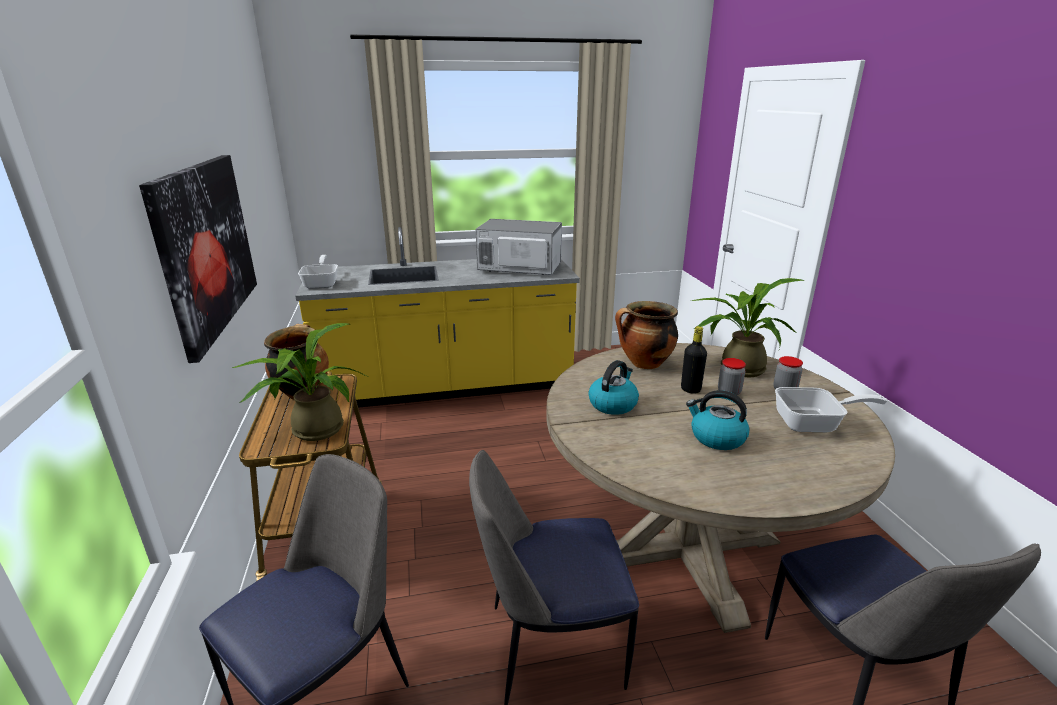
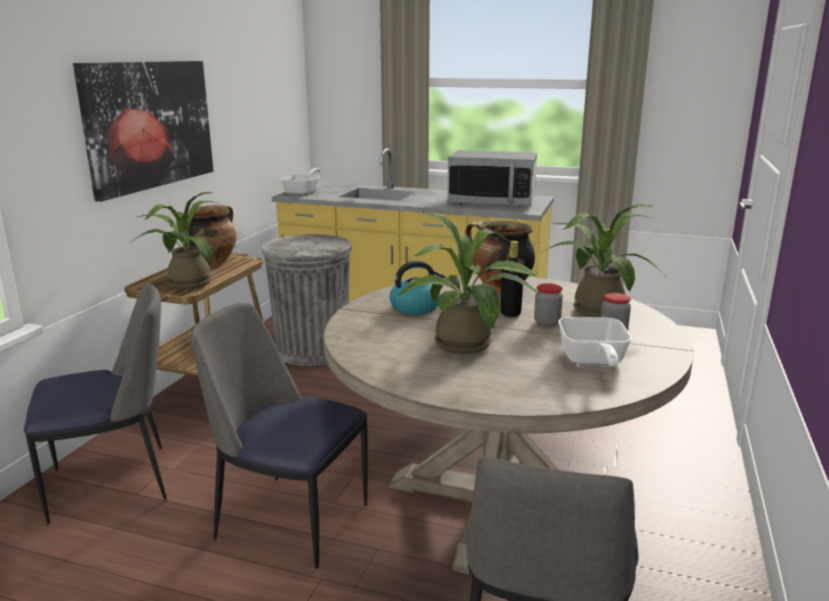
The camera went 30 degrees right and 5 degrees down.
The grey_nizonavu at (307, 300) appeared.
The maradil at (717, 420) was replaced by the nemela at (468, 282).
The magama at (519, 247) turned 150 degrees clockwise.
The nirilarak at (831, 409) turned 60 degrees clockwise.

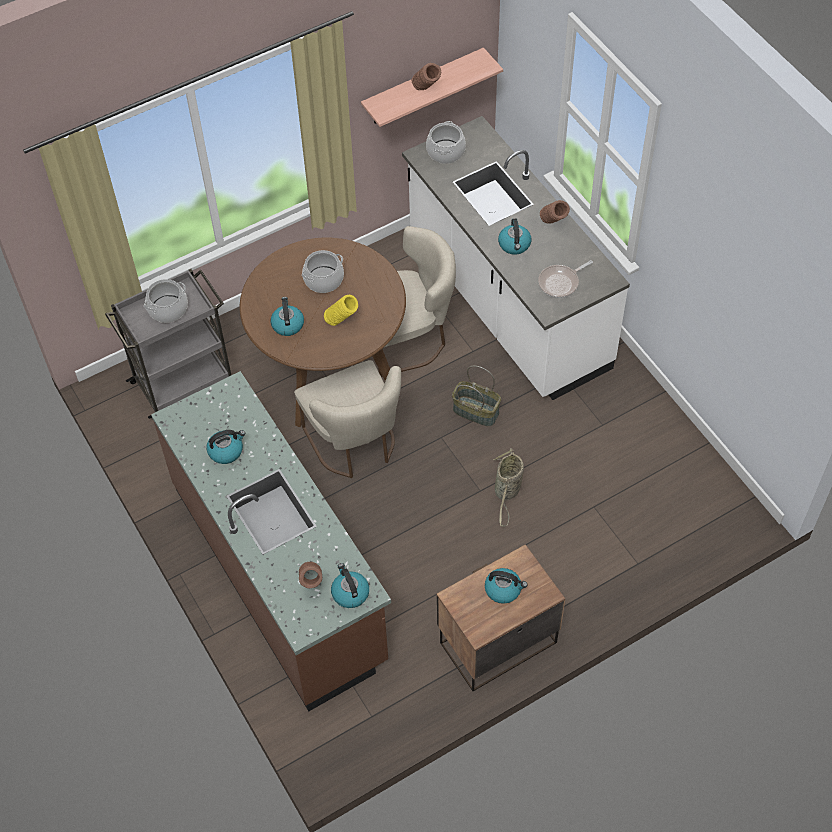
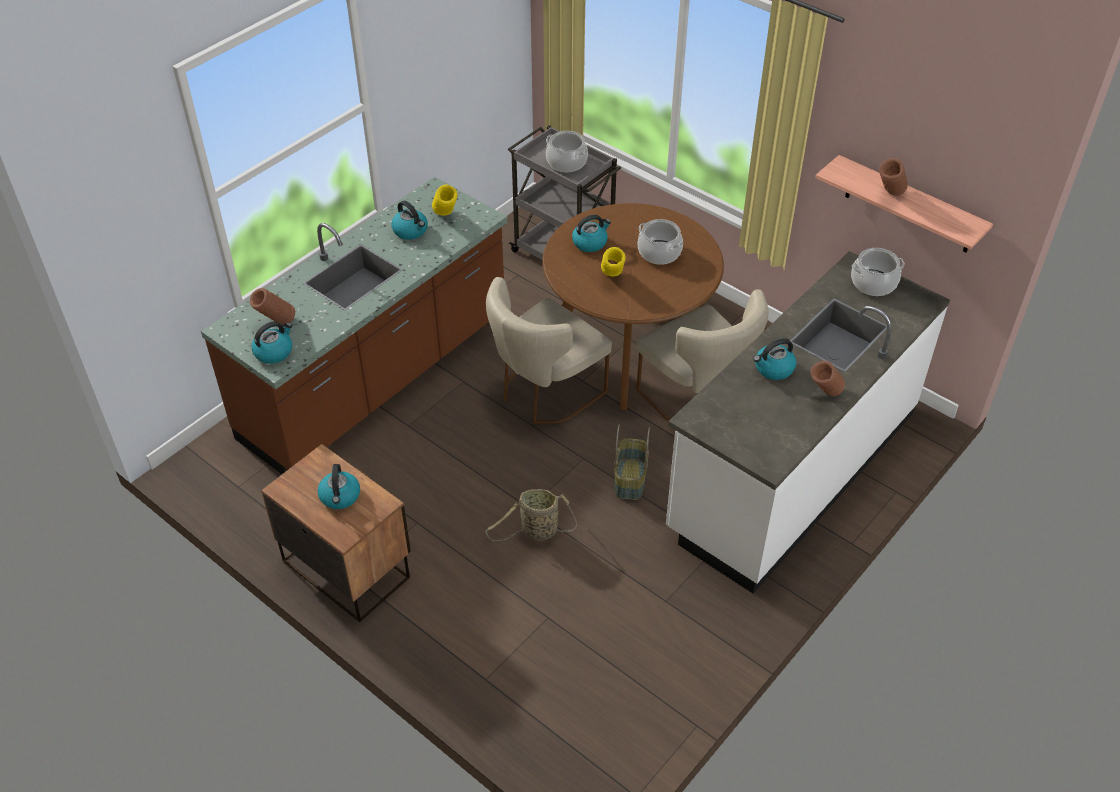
The camera went 70 degrees right and 10 degrees down.
The nirilarak at (565, 279) disappeared.
The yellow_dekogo at (444, 200) appeared.

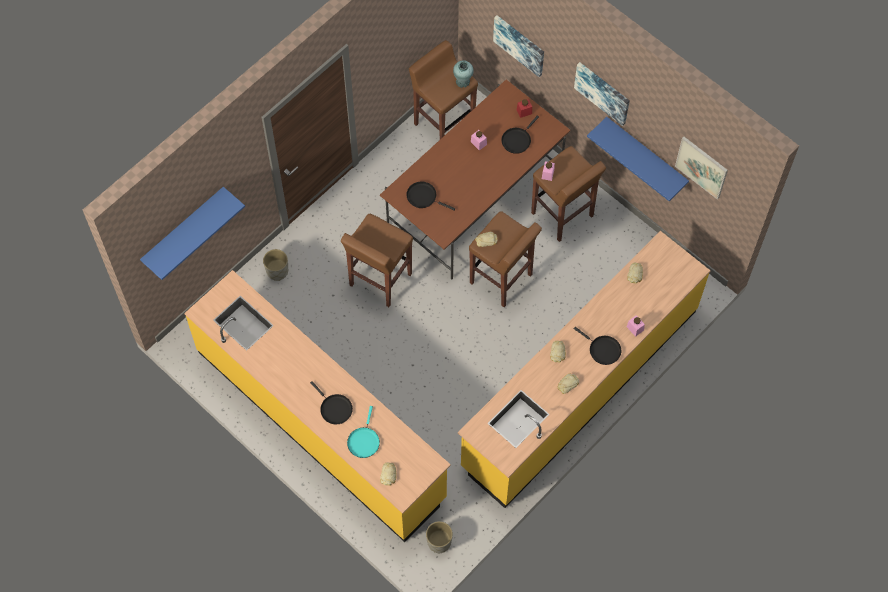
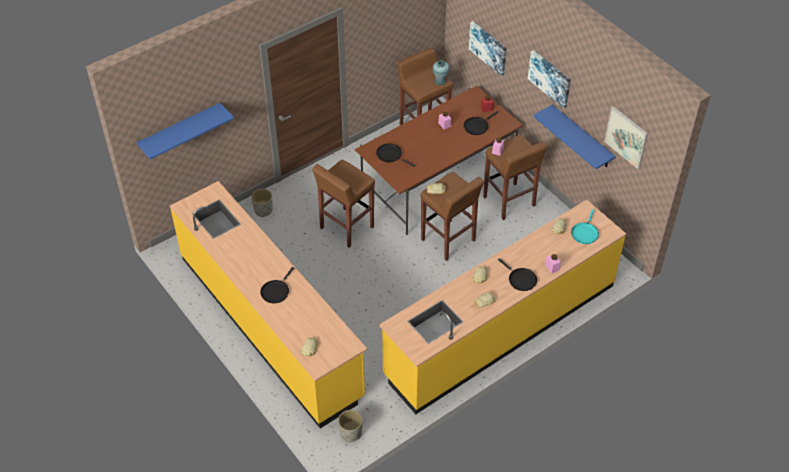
The camera went 10 degrees right and 15 degrees down.
The turquoise_nirilarak moved from (363, 432) to (585, 226).
The black_nirilarak at (331, 402) turned 60 degrees clockwise.

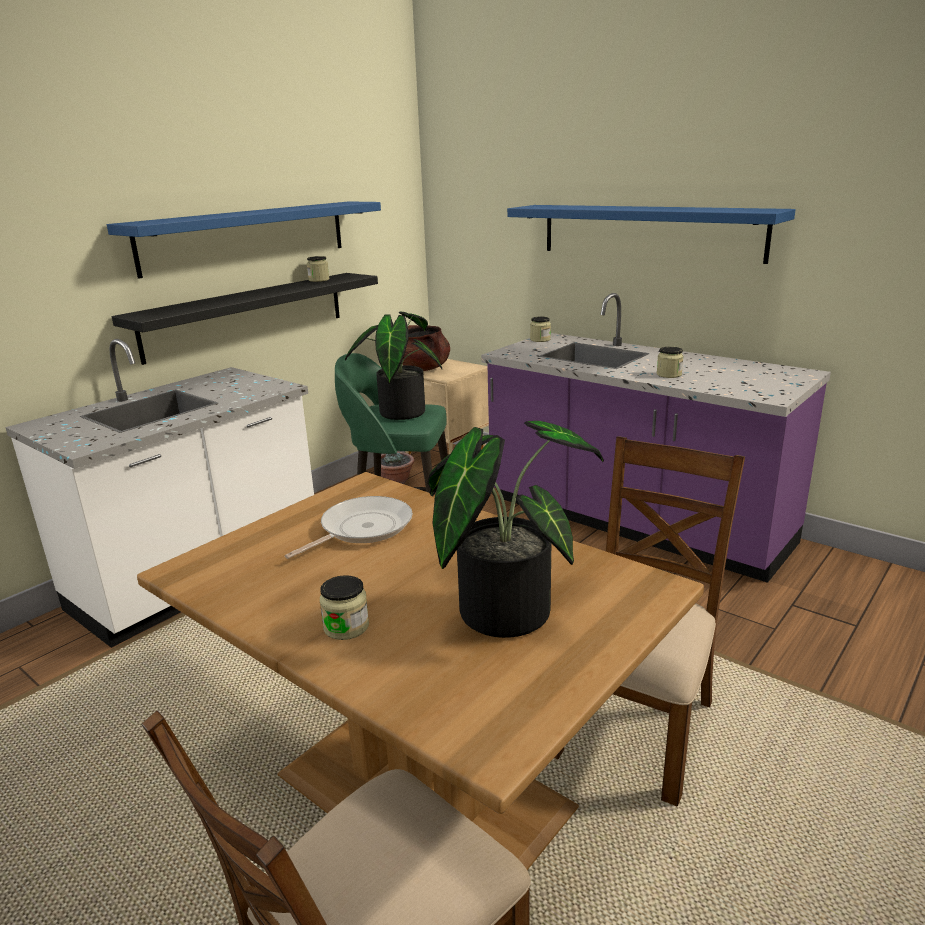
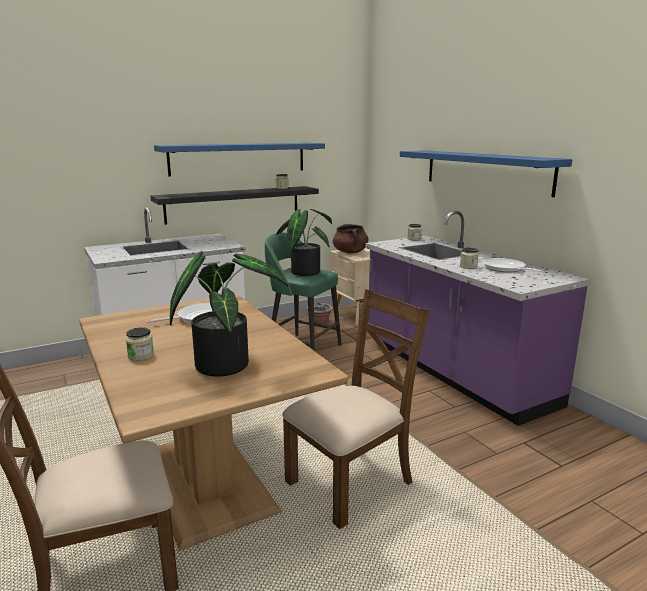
The camera went 20 degrees right and 5 degrees down.
The nirilarak at (512, 265) appeared.

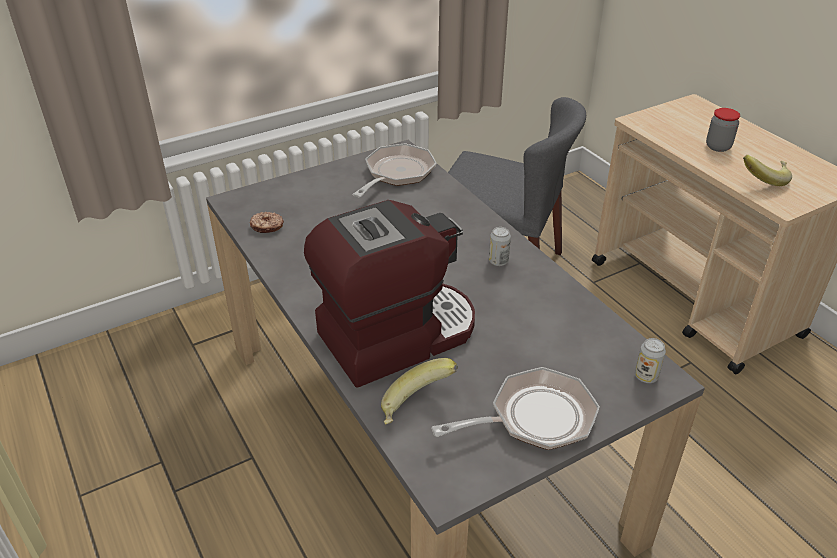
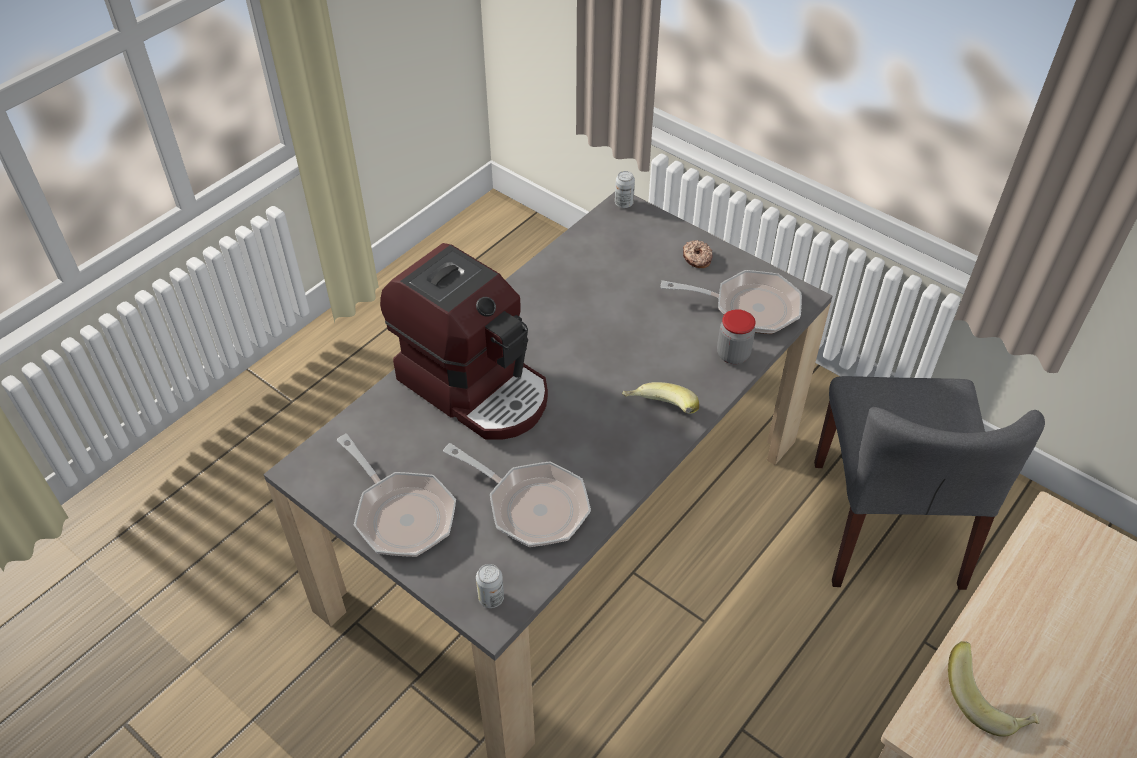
The camera went 70 degrees right and 10 degrees up.
The nirilarak at (517, 495) appeared.
The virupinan moved from (266, 222) to (698, 254).
The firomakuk moved from (419, 391) to (660, 398).
The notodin moved from (500, 246) to (625, 189).
The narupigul moved from (723, 130) to (736, 336).

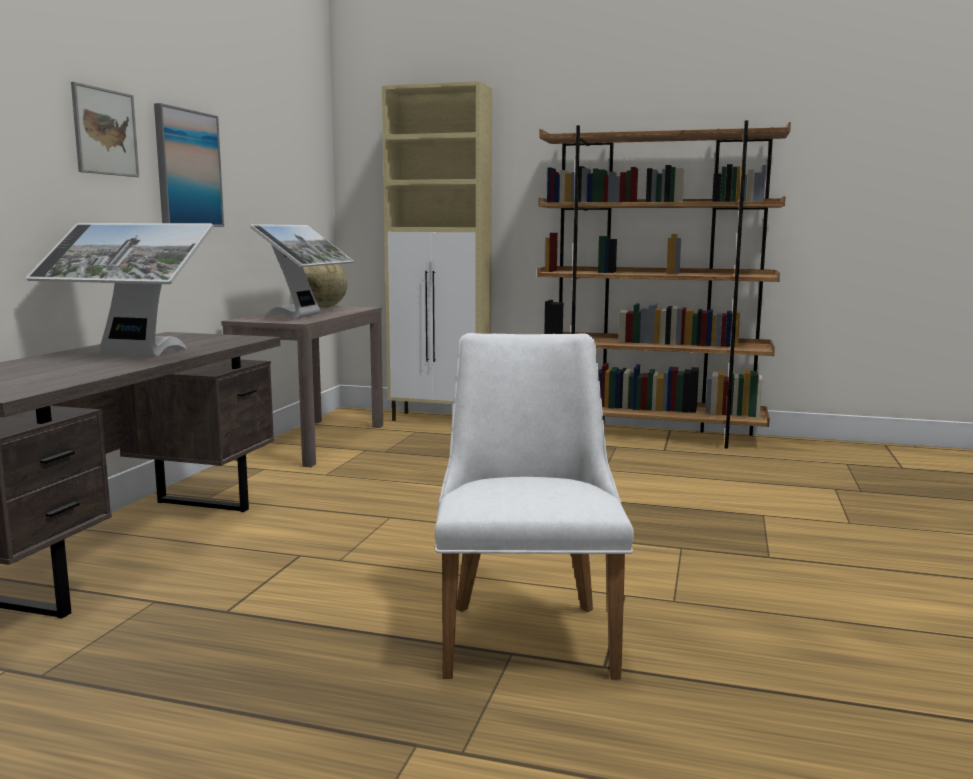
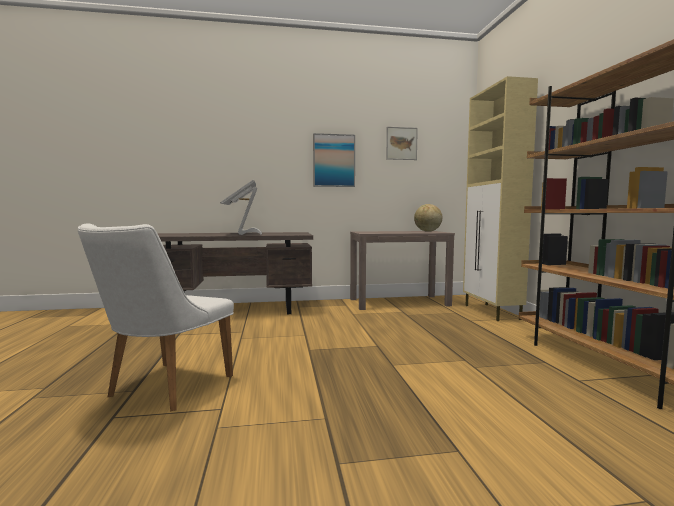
The camera went 65 degrees right and 5 degrees down.
The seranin at (302, 271) disappeared.
The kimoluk moved from (105, 129) to (402, 143).
The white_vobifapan at (534, 506) turned 135 degrees clockwise.

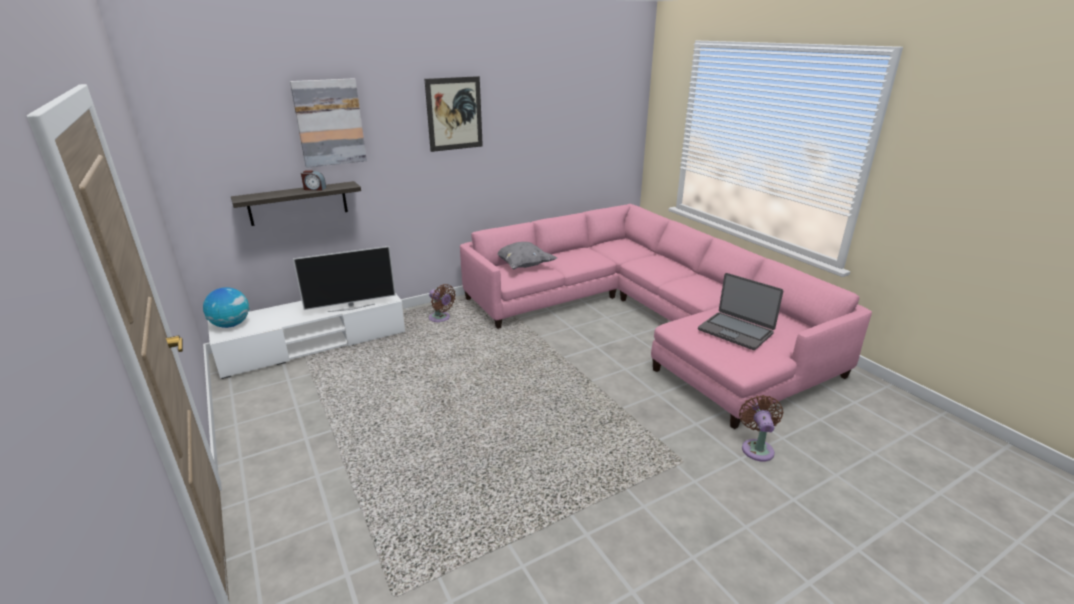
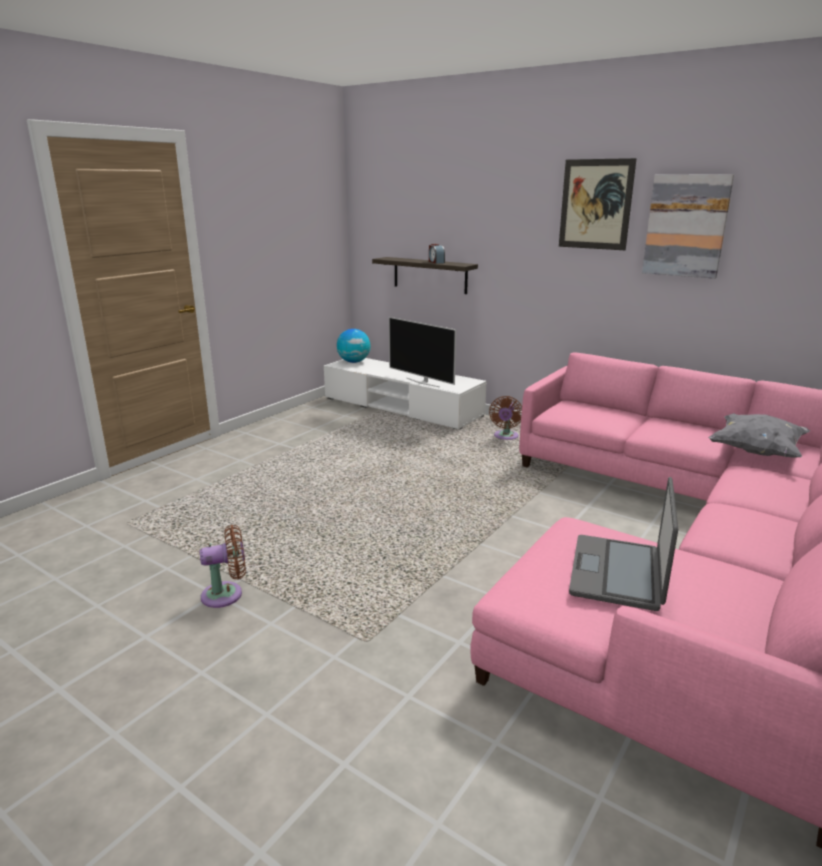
The camera went 65 degrees right and 5 degrees down.
The kimoluk moved from (328, 123) to (688, 226).
The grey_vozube moved from (527, 256) to (759, 435).
The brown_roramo moved from (761, 428) to (223, 566).

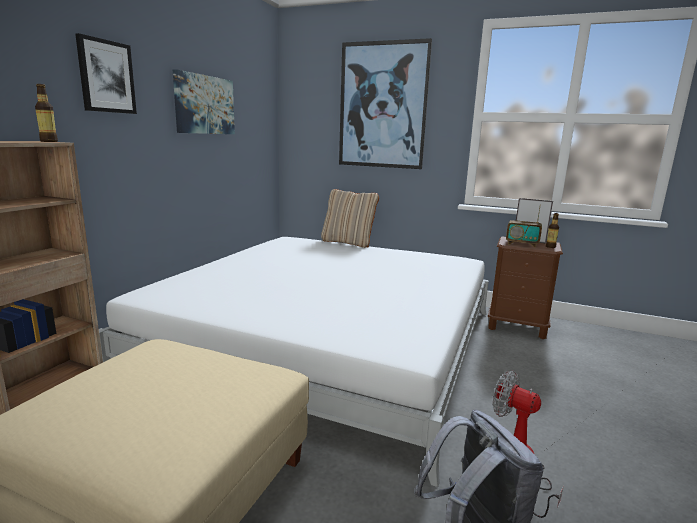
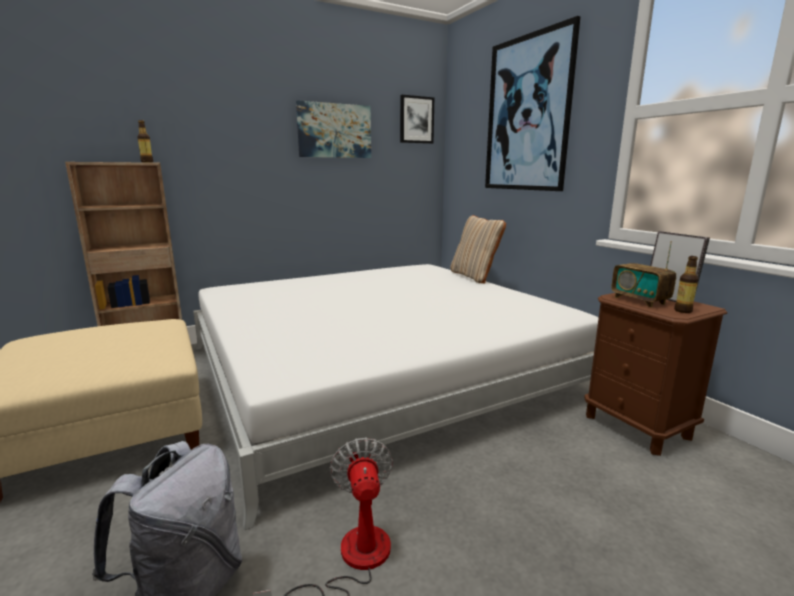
The camera went 40 degrees right and 0 degrees up.
The kimoluk moved from (106, 73) to (417, 119).

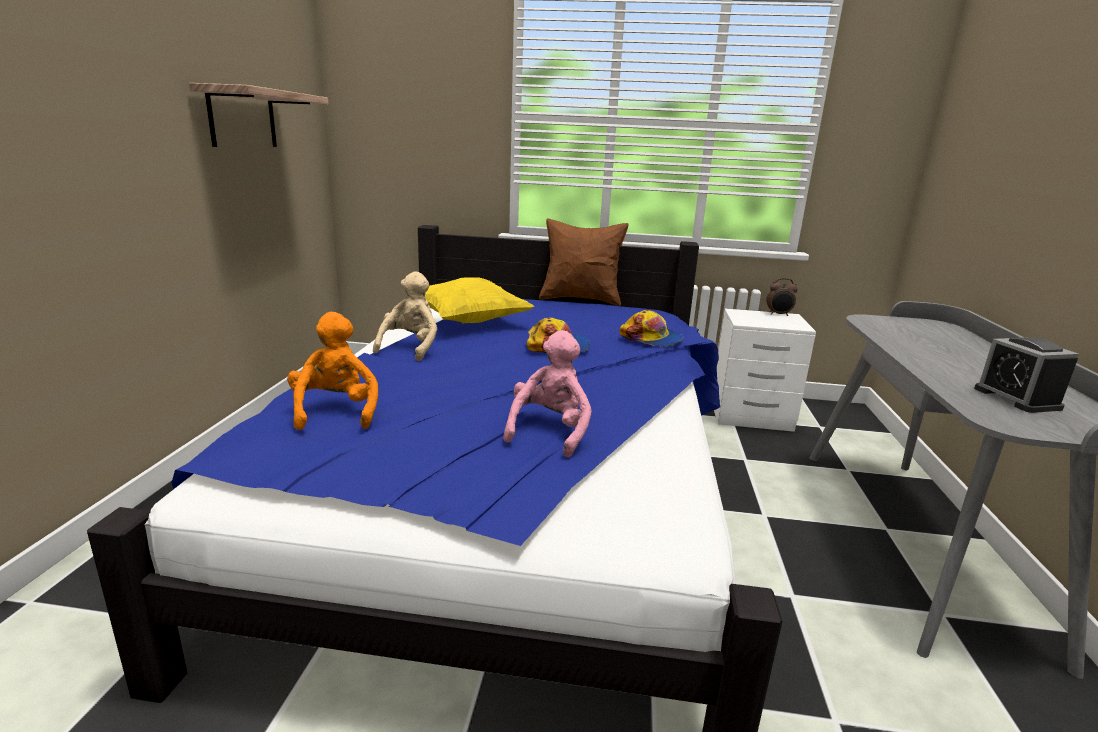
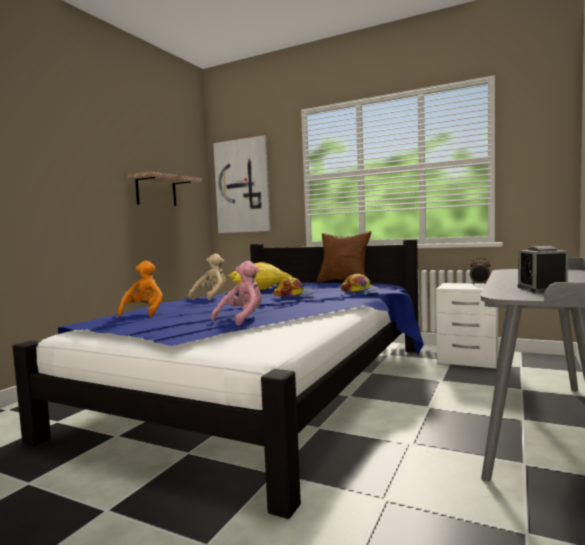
The camera went 20 degrees right and 15 degrees down.
The kimoluk at (241, 184) appeared.

